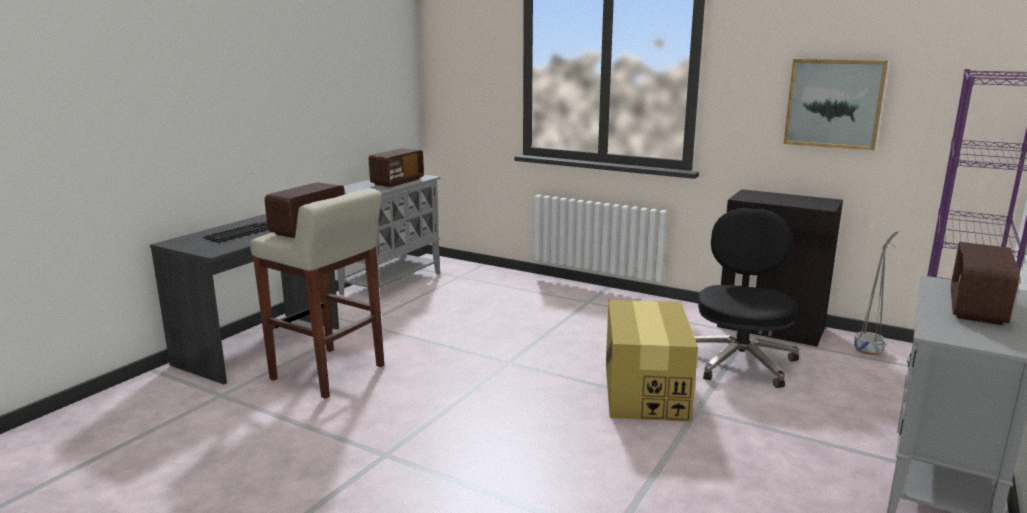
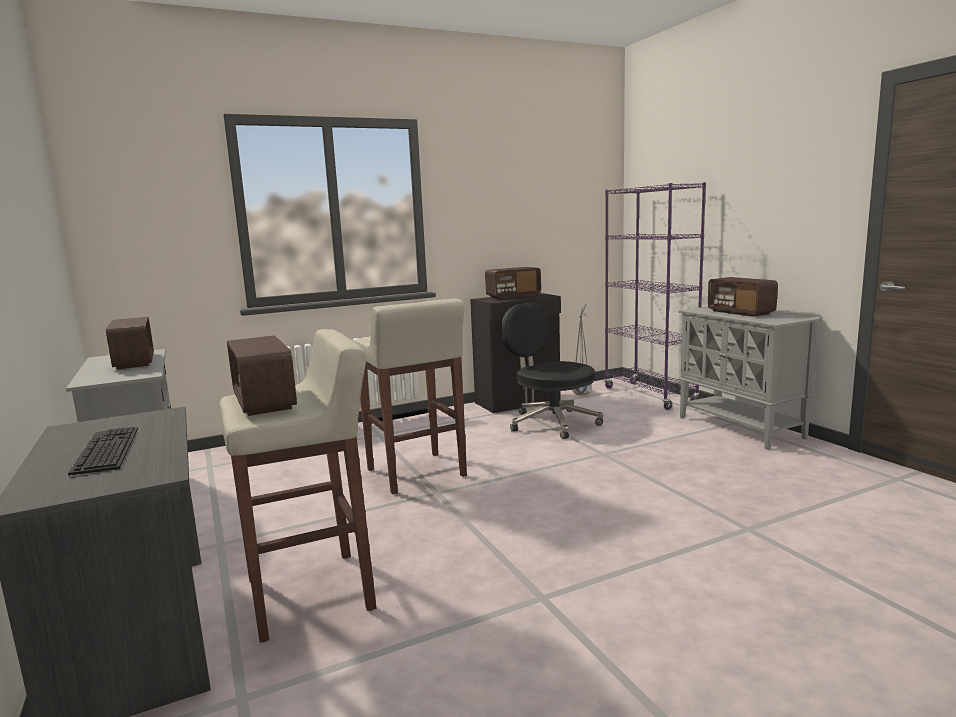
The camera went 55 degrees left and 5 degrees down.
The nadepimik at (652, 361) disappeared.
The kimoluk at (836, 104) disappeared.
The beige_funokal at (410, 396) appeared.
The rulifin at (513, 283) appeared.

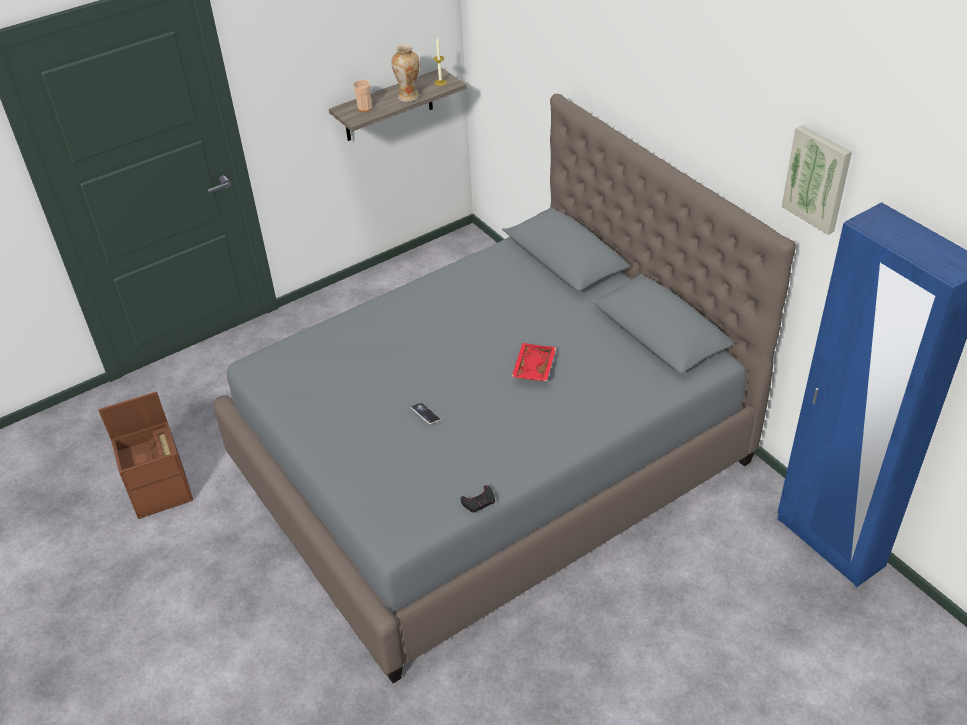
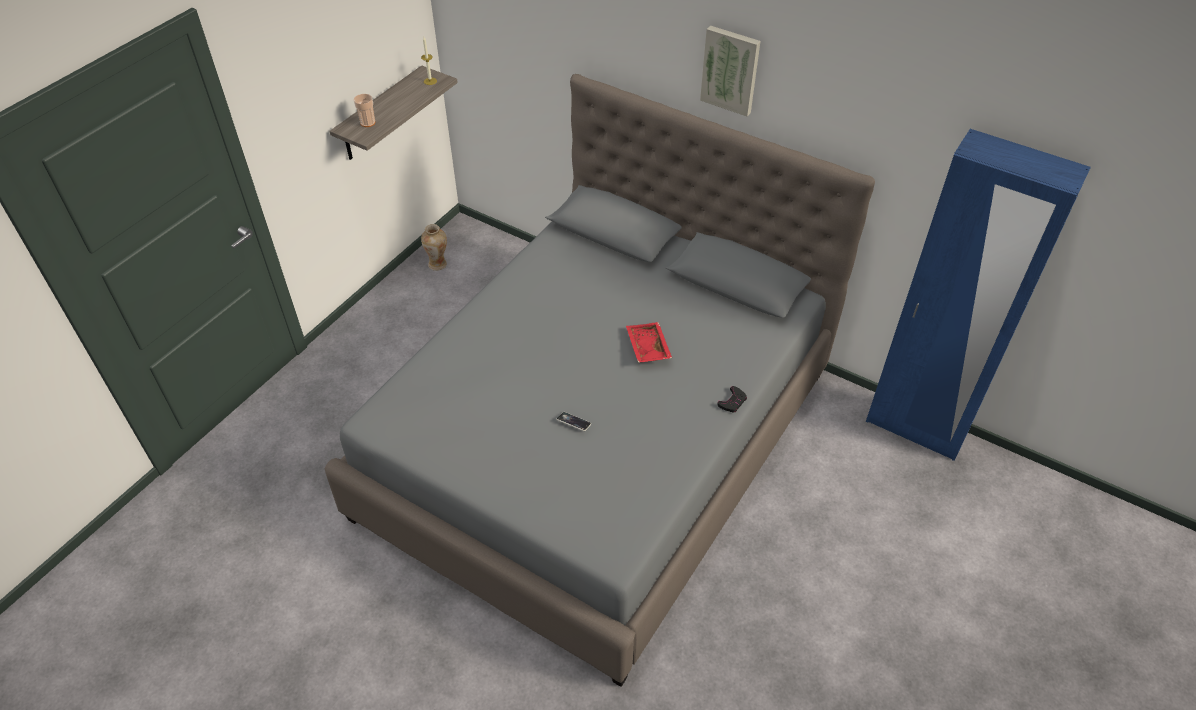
The camera went 25 degrees left and 5 degrees up.
The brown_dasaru at (145, 455) disappeared.
The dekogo moved from (405, 73) to (434, 247).
The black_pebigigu moved from (478, 499) to (732, 399).
The kimoluk moved from (817, 180) to (730, 71).

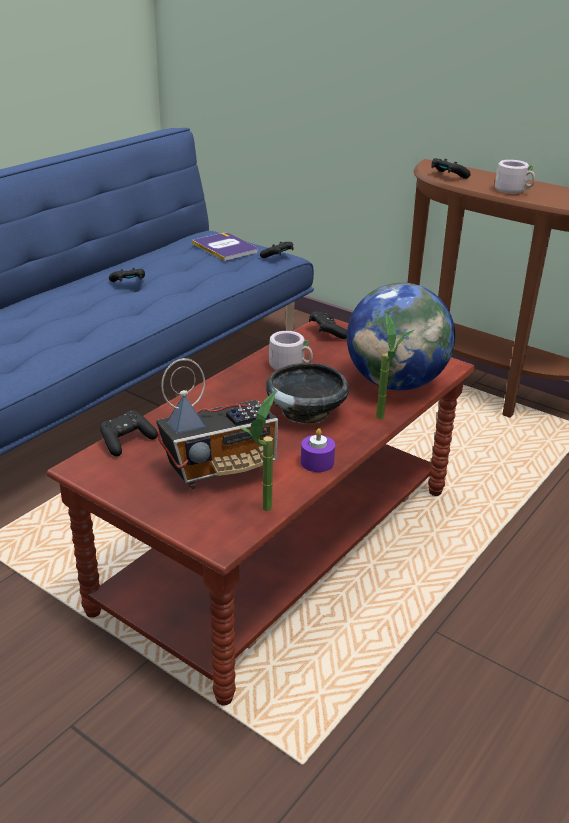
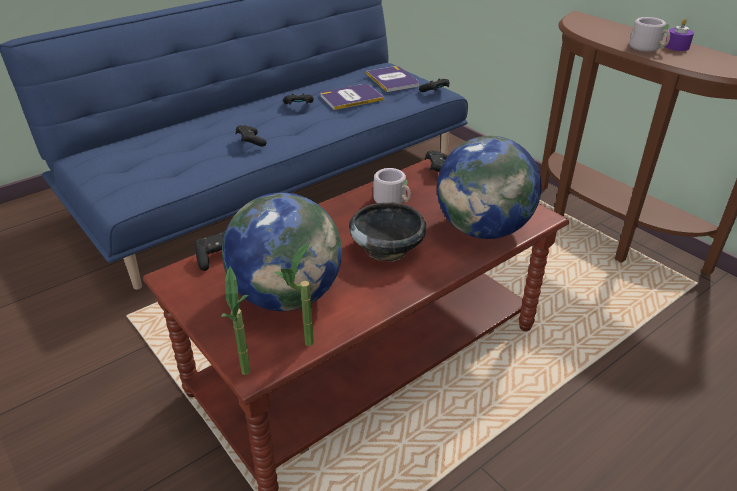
The camera went 15 degrees right and 5 degrees up.
The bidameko at (352, 97) appeared.
The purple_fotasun moved from (318, 450) to (679, 34).
The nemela moved from (395, 366) to (236, 320).
The black_pebigigu moved from (451, 168) to (251, 136).
The rulifin at (217, 423) was replaced by the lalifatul at (282, 251).

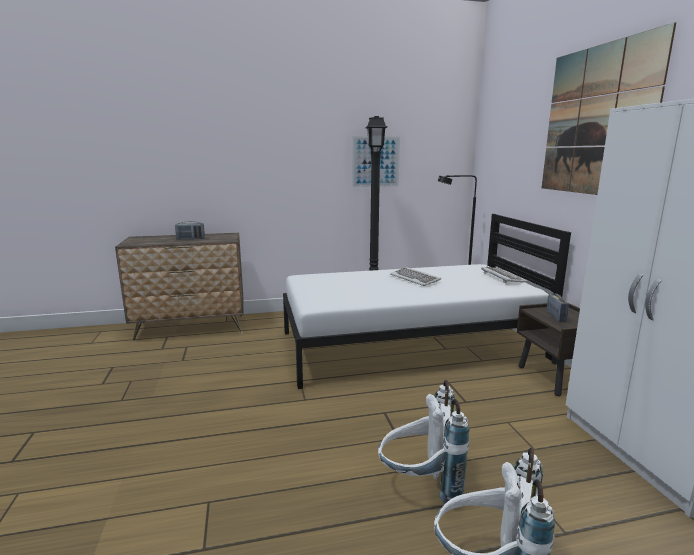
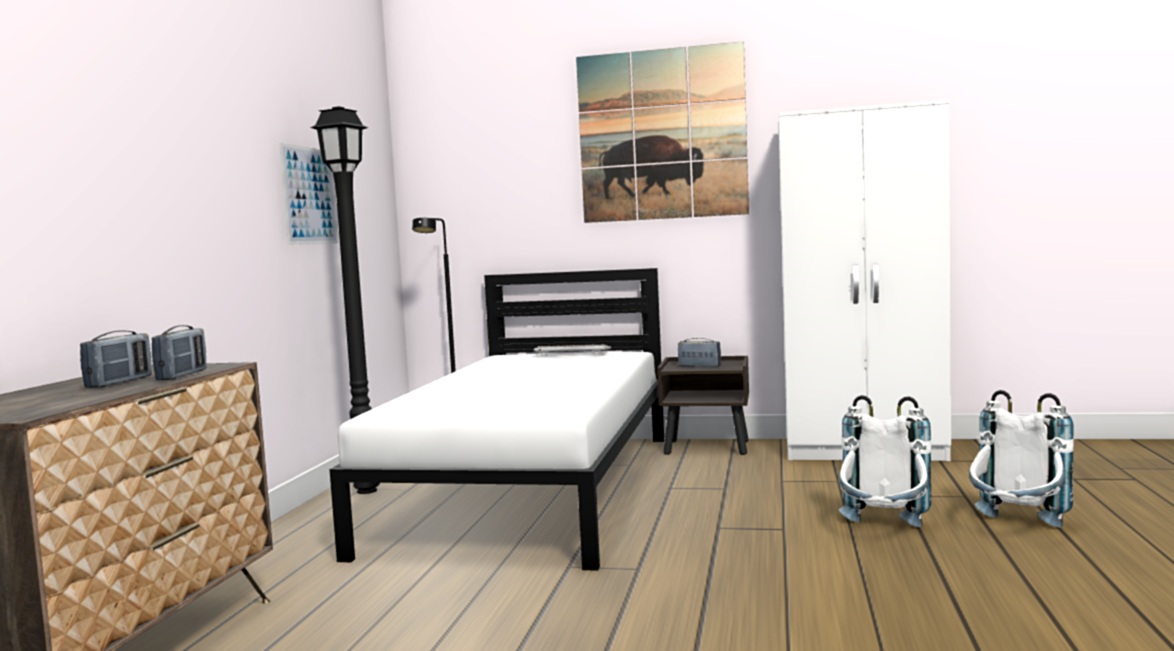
The camera went 65 degrees left and 10 degrees down.
The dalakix at (415, 276) disappeared.
The rulifin at (179, 352) appeared.

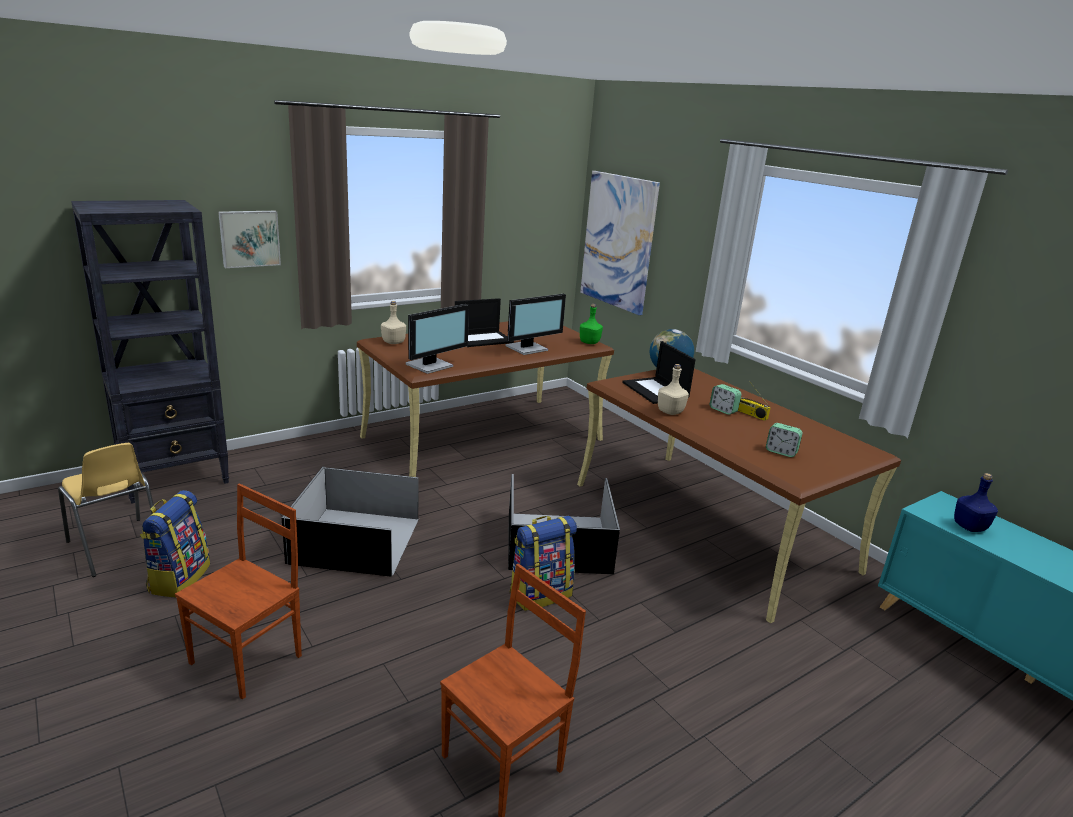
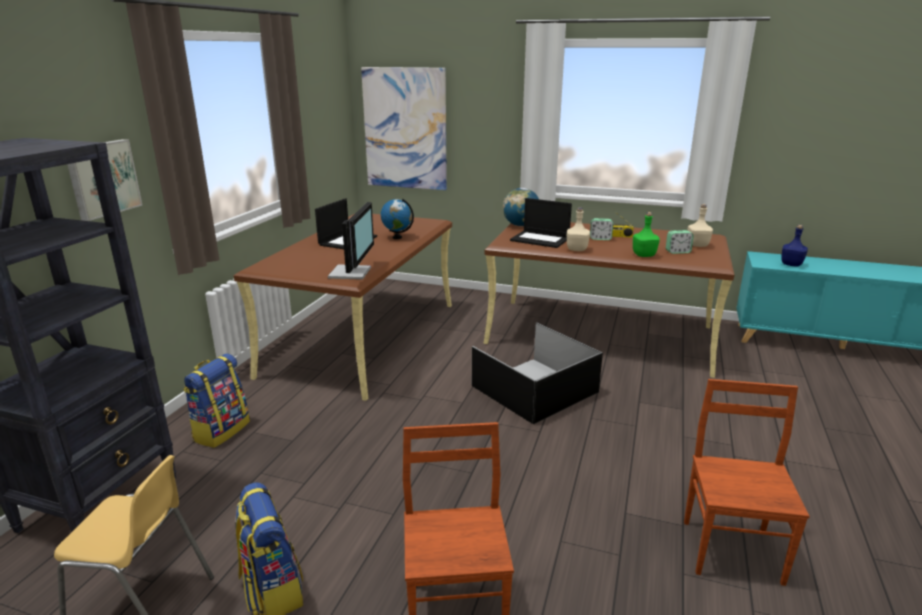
The camera went 35 degrees left and 0 degrees up.
The black_dasaru at (350, 521) disappeared.
The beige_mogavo moved from (393, 322) to (700, 225).
The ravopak moved from (543, 563) to (216, 401).
The green_mogavo moved from (591, 324) to (646, 234).
The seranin at (536, 324) was replaced by the lalifatul at (397, 219).

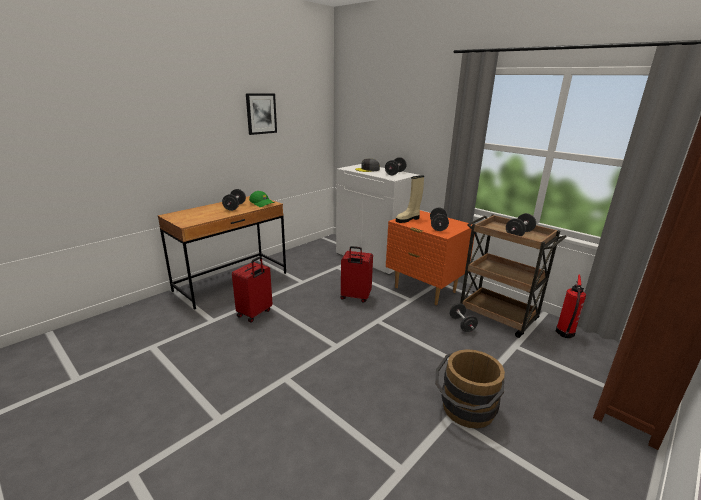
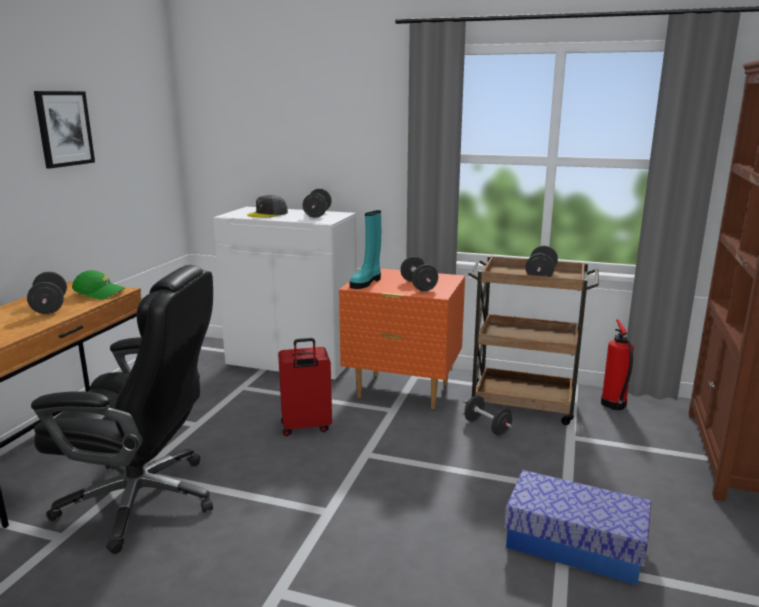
The camera went 25 degrees left and 5 degrees down.
The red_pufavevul at (252, 289) was replaced by the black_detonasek at (122, 409).
The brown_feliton at (470, 389) was replaced by the dasaru at (577, 528).
The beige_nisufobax at (410, 199) became the turquoise_nisufobax at (365, 249).

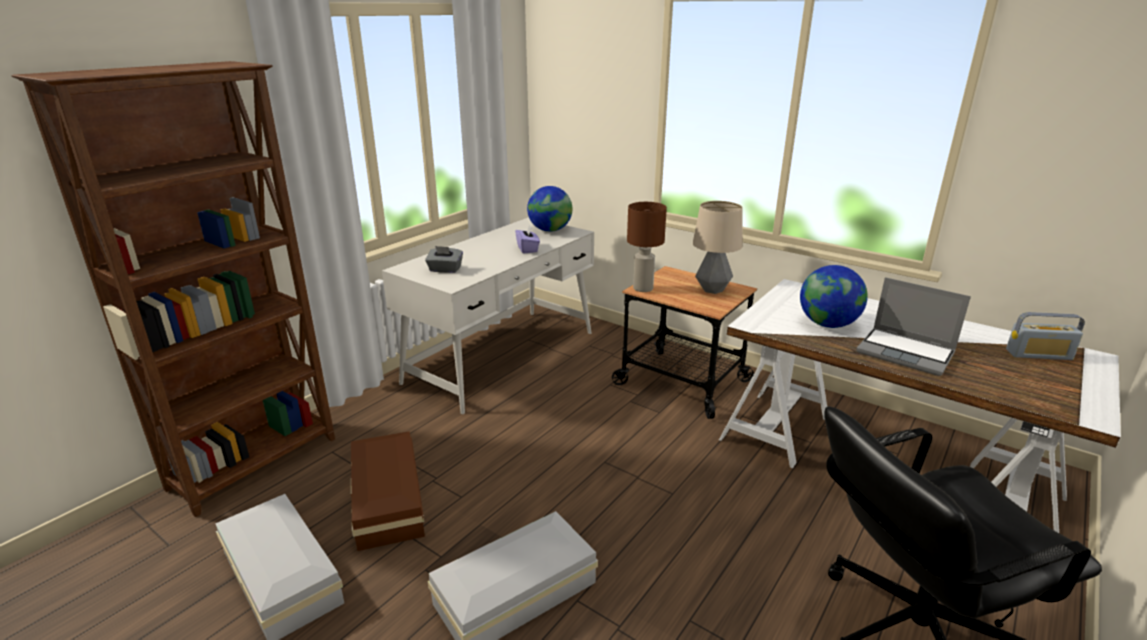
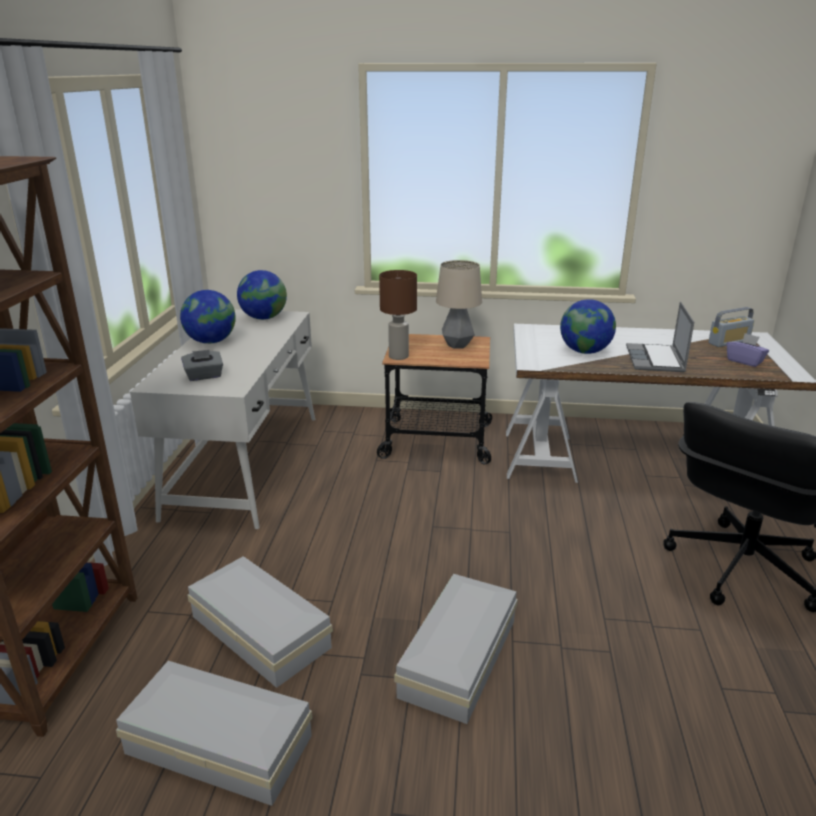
The camera went 30 degrees left and 0 degrees up.
The lalifatul at (208, 317) appeared.
The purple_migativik moved from (527, 239) to (748, 350).
The brown_dasaru at (388, 491) became the white_dasaru at (260, 622).
The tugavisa at (913, 326) turned 90 degrees clockwise.

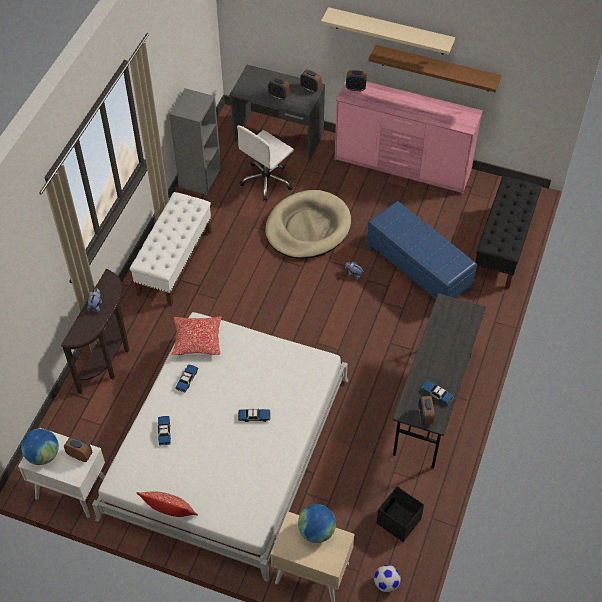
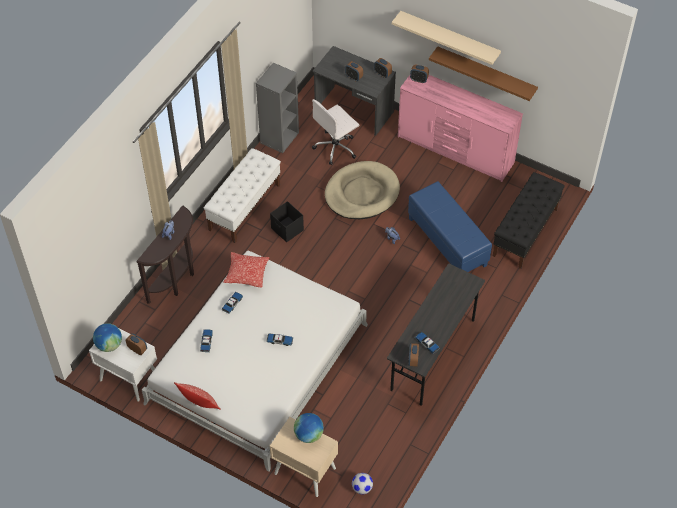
The camera went 10 degrees right and 0 degrees up.
The black_dasaru moved from (400, 514) to (287, 221).

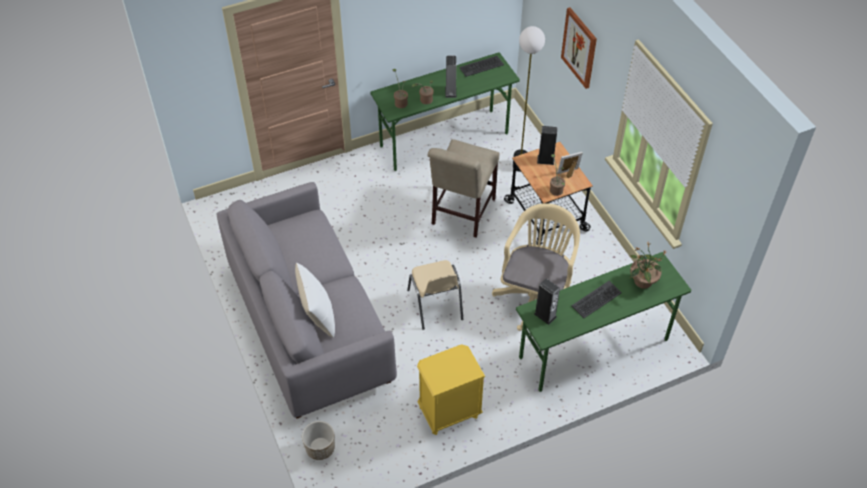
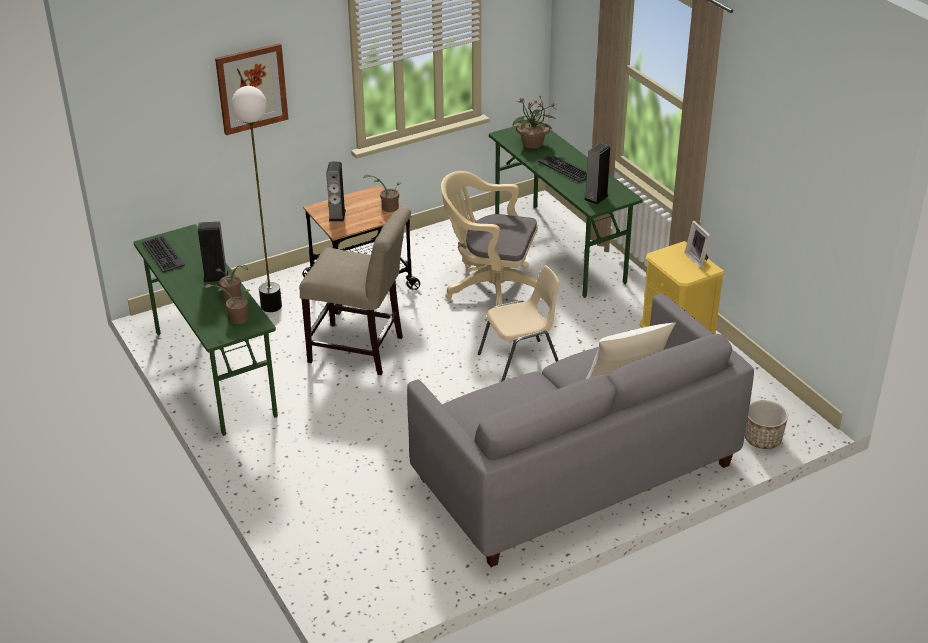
The camera went 95 degrees left and 15 degrees down.
The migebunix moved from (570, 165) to (698, 245).

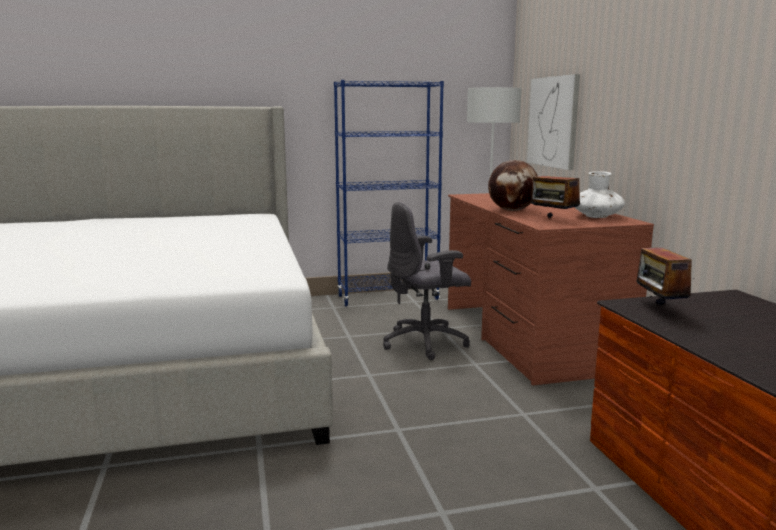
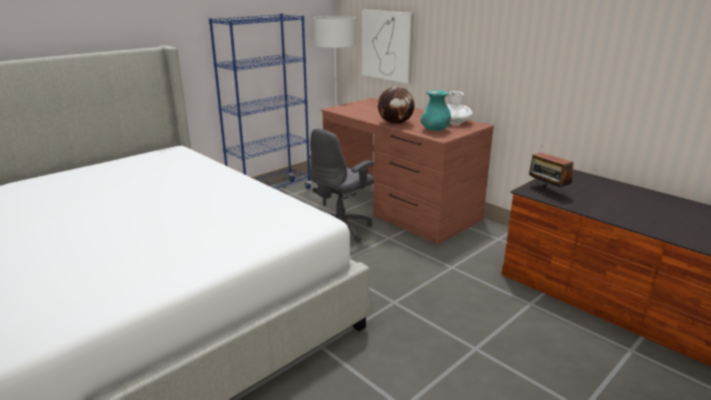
The camera went 30 degrees left and 10 degrees up.
The rulifin at (555, 191) was replaced by the turquoise_dekogo at (435, 110).

